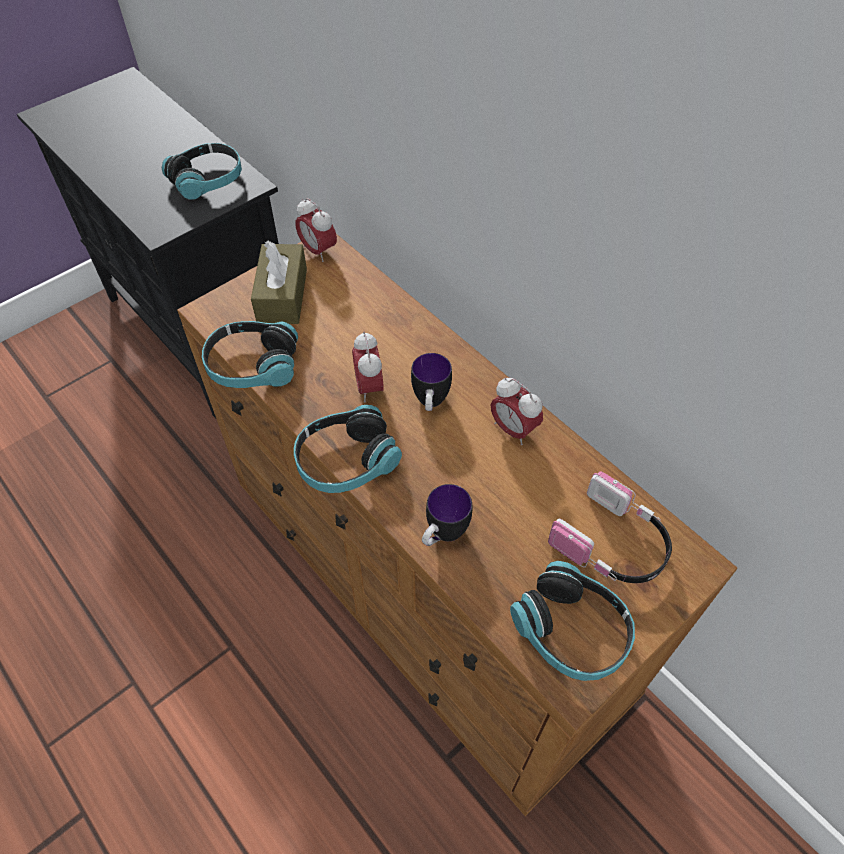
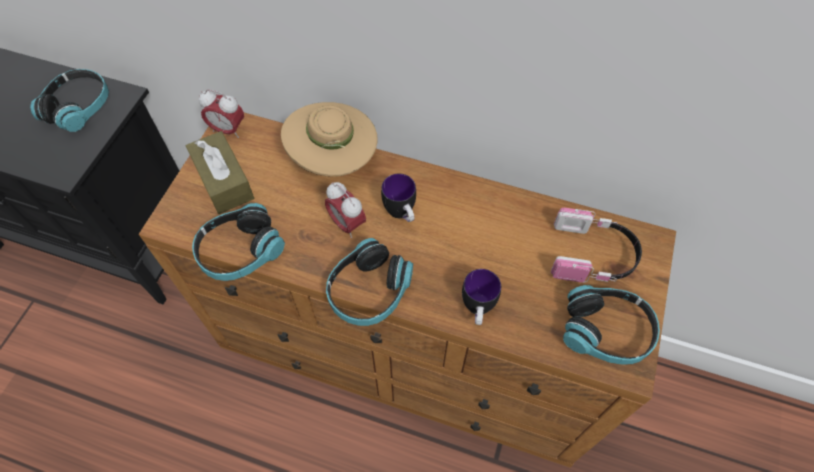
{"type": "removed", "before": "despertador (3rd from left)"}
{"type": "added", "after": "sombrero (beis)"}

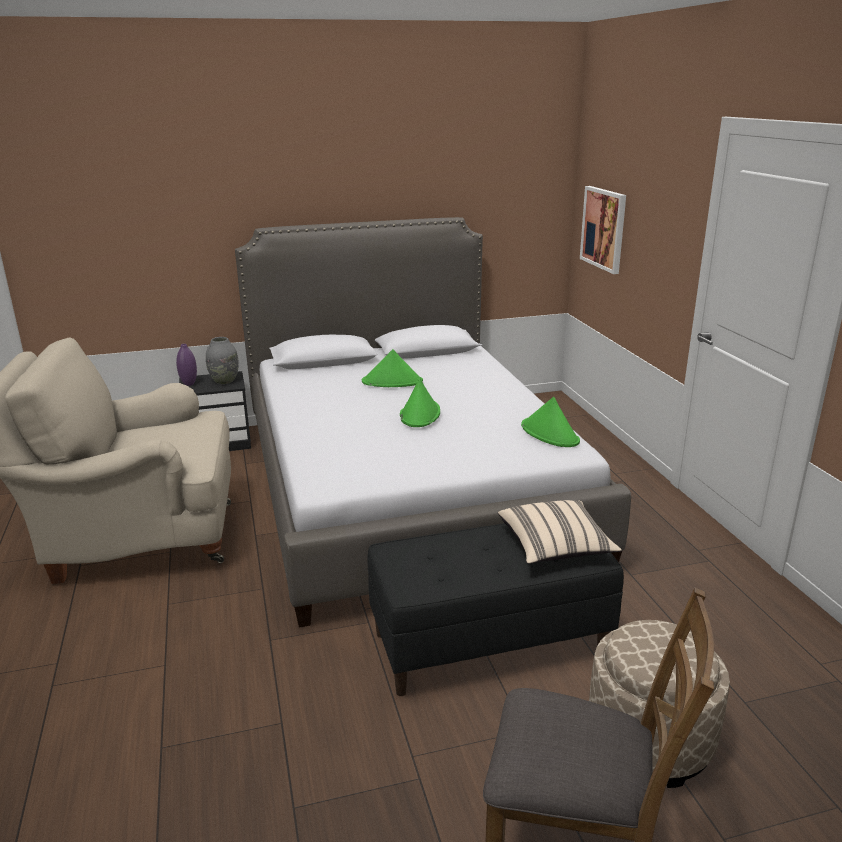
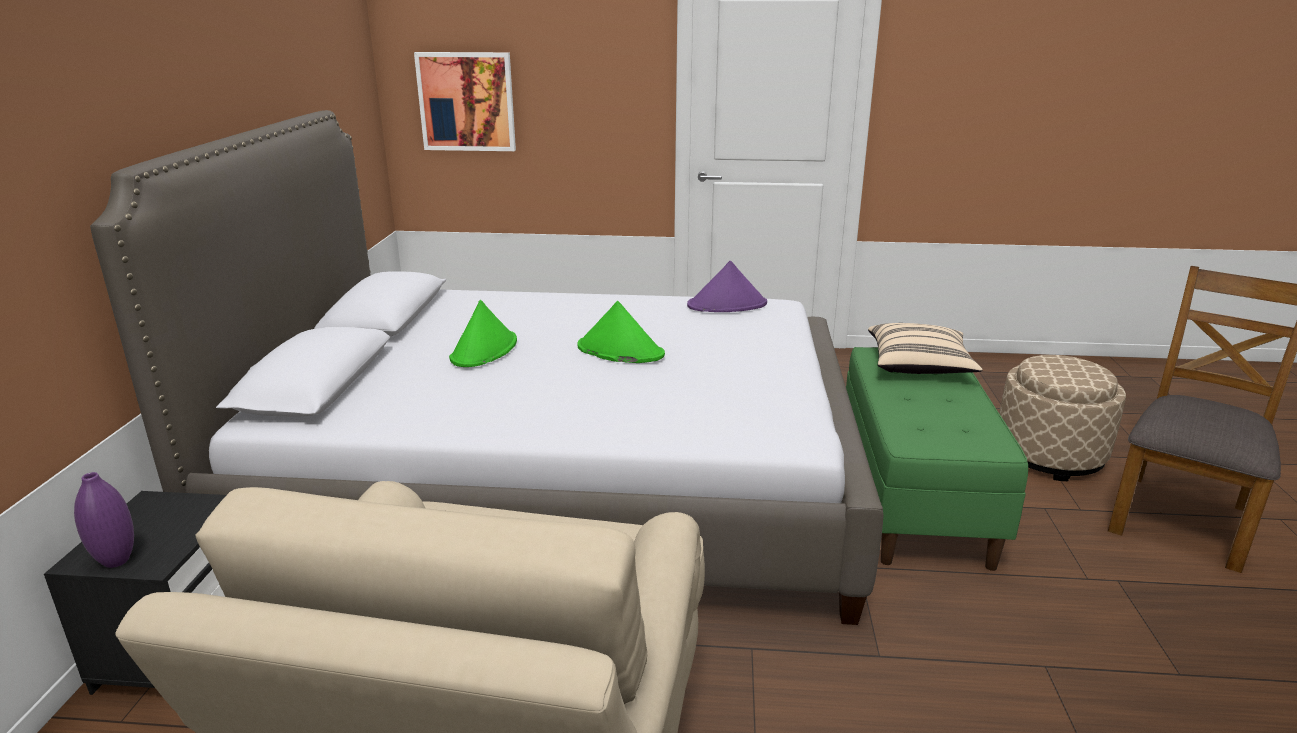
{"type": "removed", "before": "florero (gris)"}
{"type": "recoloured", "before": "sombrero (verde) (3rd from left)", "after": "sombrero (morado)"}
{"type": "recoloured", "before": "banco (negro)", "after": "banco (verde)"}

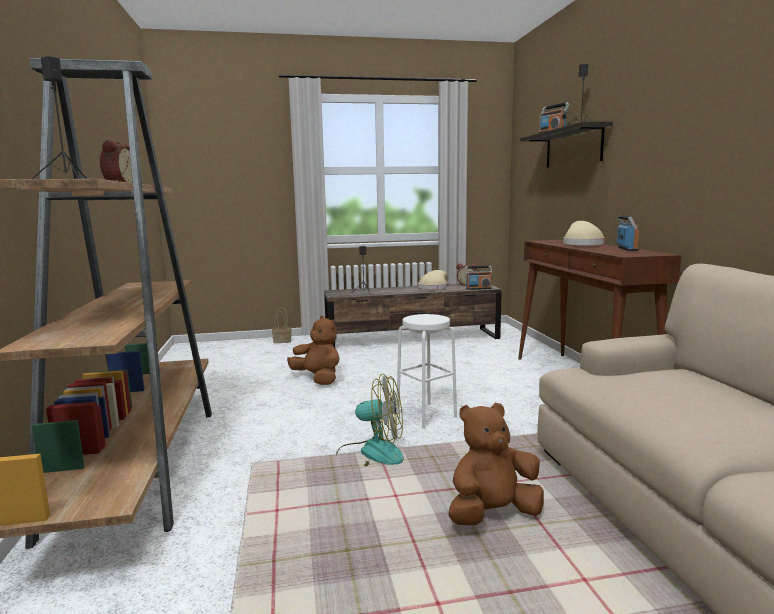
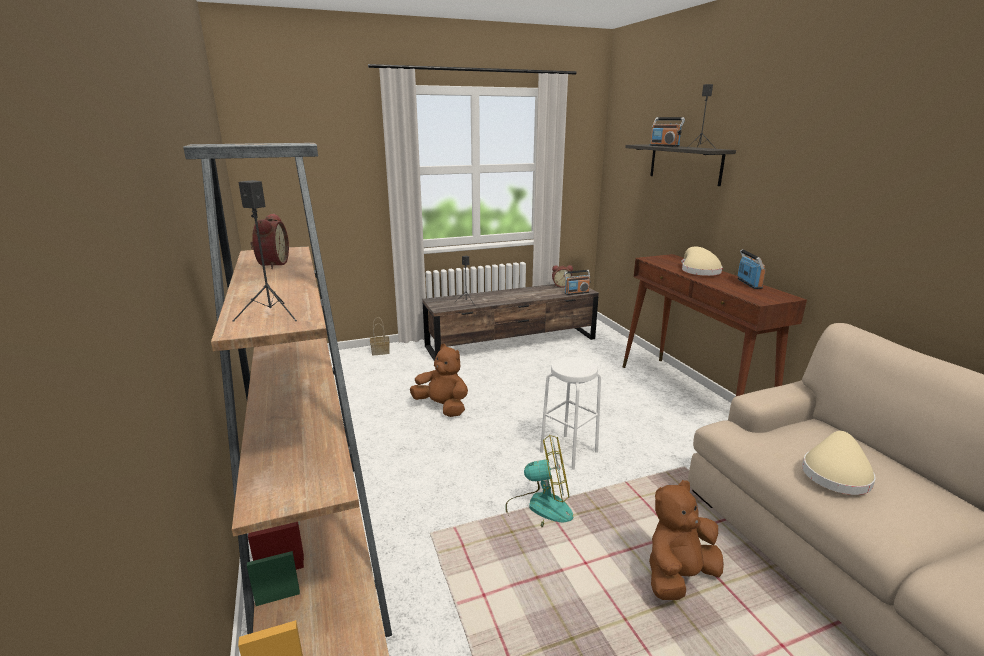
{"type": "moved", "before": "sombrero (beis) (1st from left in the first image)", "after": "sombrero (beis) (2nd from left)"}

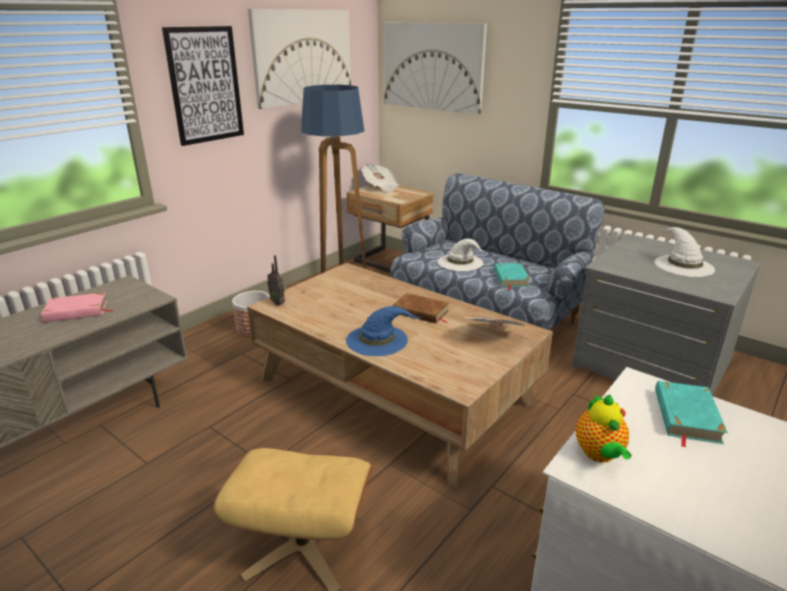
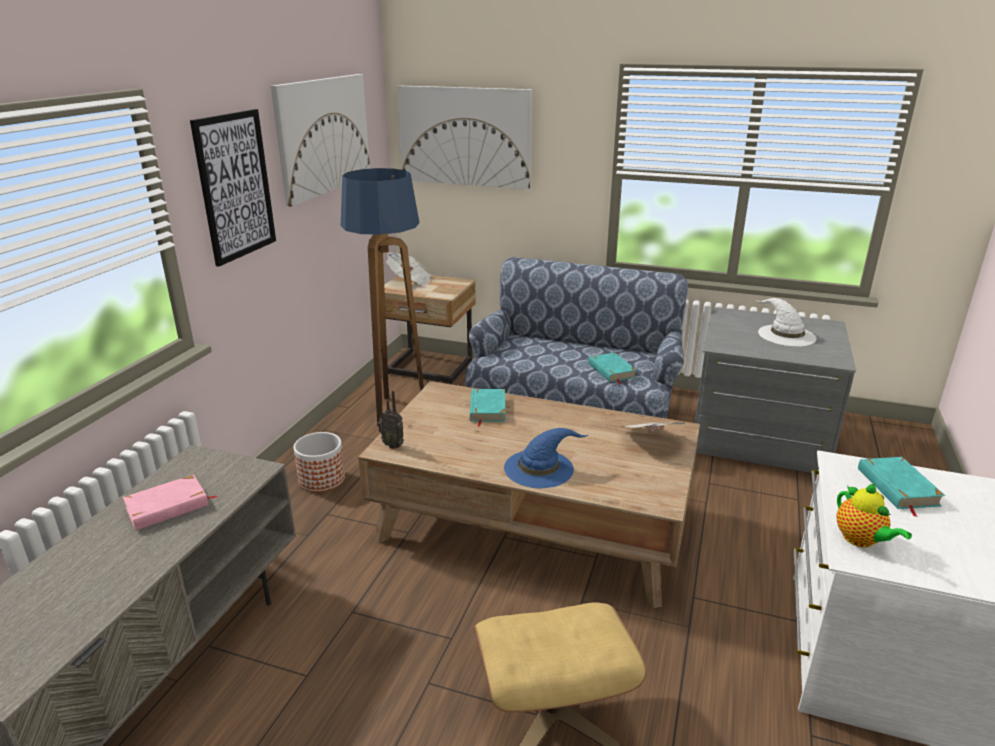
{"type": "removed", "before": "sombrero (blanco) (1st from left)"}
{"type": "removed", "before": "libro (marrón)"}
{"type": "added", "after": "libro (turquesa) (1st from left)"}

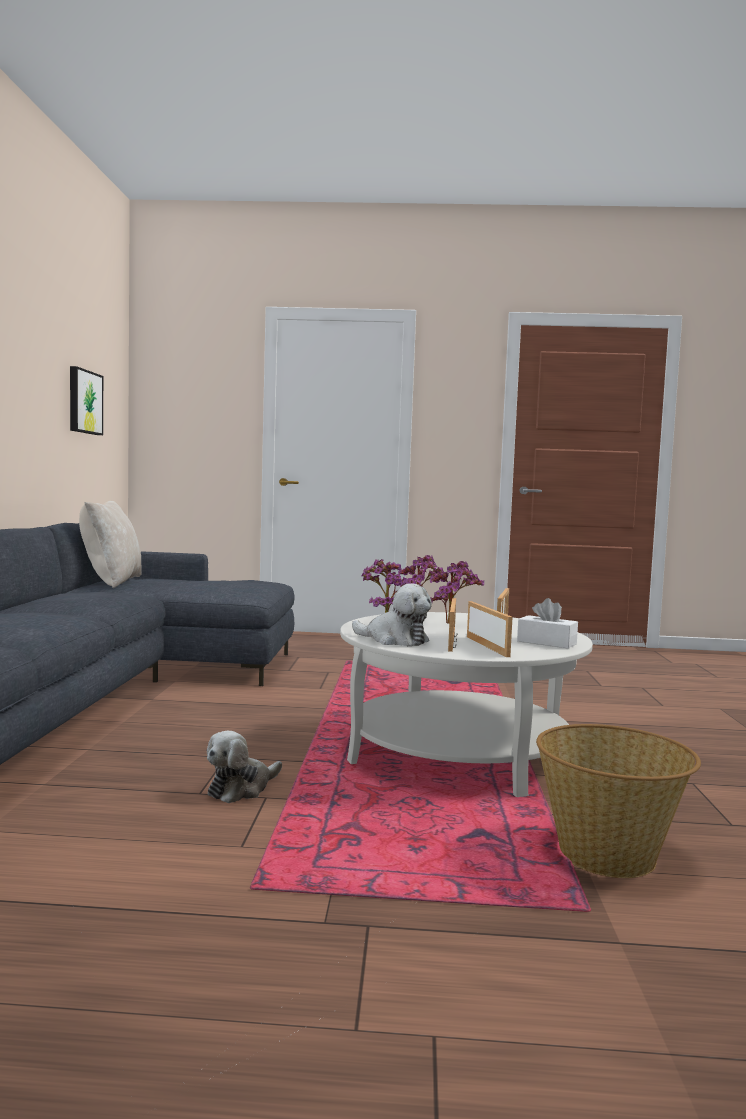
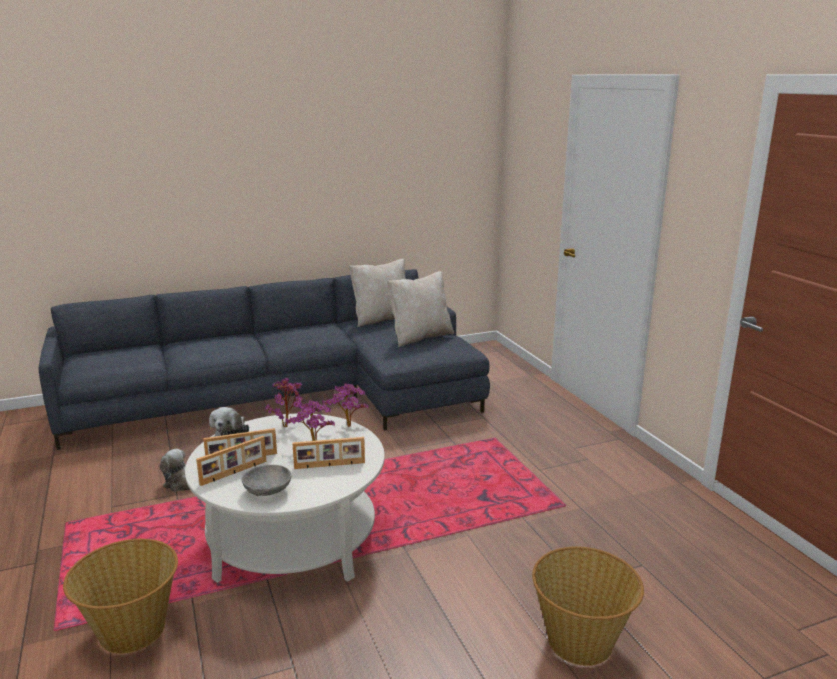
{"type": "removed", "before": "cuadro"}
{"type": "replaced", "before": "caja de pañuelos (blanco)", "after": "cuenco (gris)"}
{"type": "added", "after": "cojín (beis) (2nd from left)"}
{"type": "added", "after": "cesta (2nd from left)"}

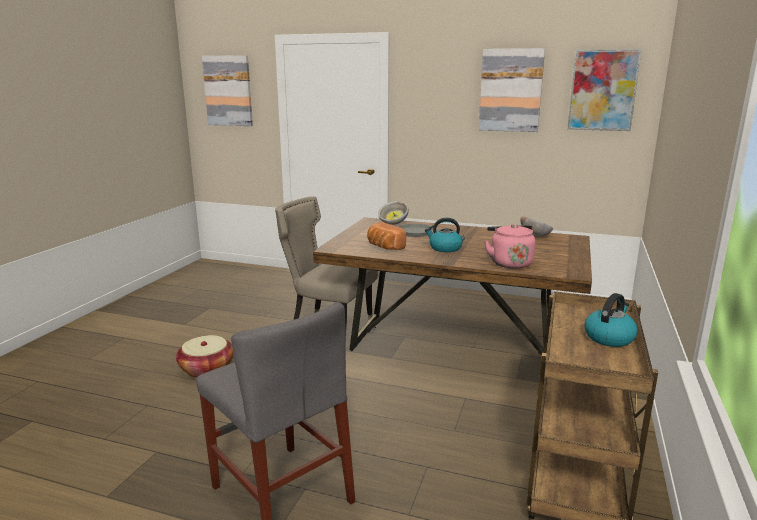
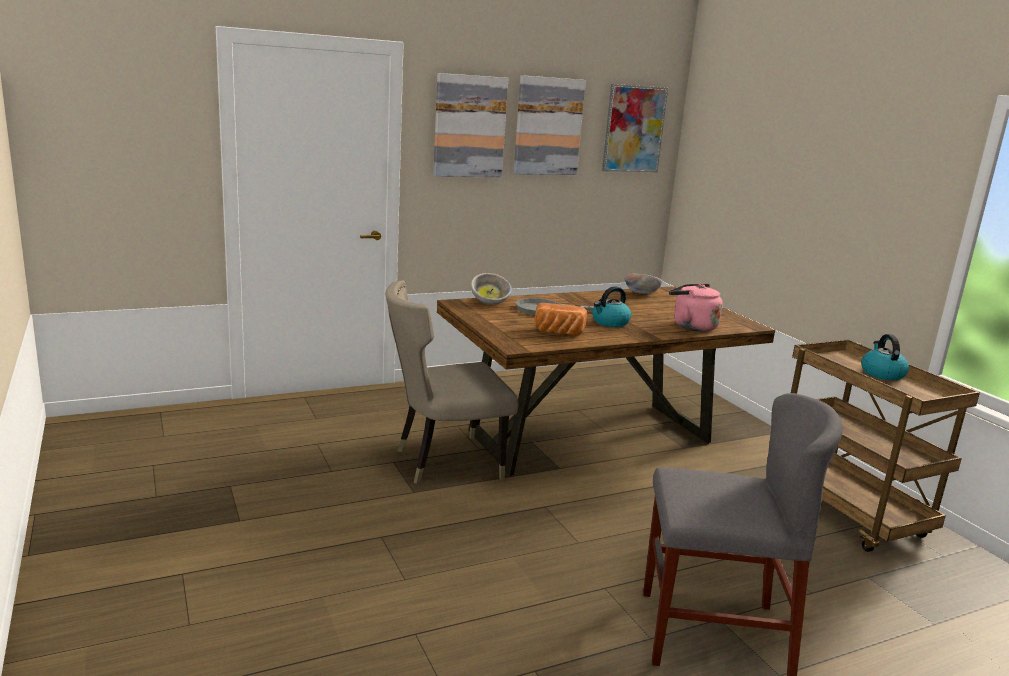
{"type": "moved", "before": "cuadro (1st from left)"}
{"type": "removed", "before": "cesta"}

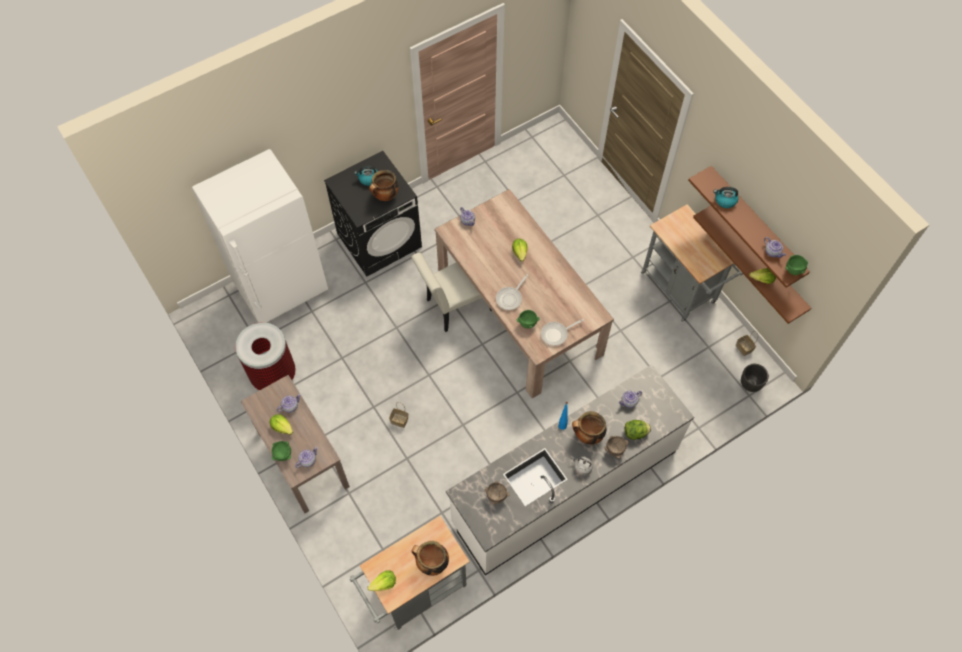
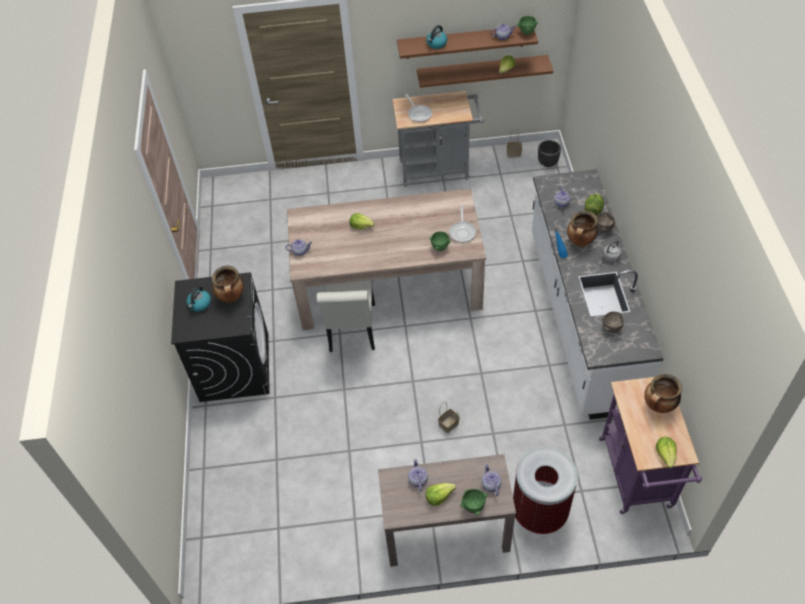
{"type": "removed", "before": "nevera (blanco)"}
{"type": "moved", "before": "sartén (1st from left)"}
{"type": "moved", "before": "papelera"}
{"type": "recoloured", "before": "carrito (gris) (1st from left)", "after": "carrito (morado)"}

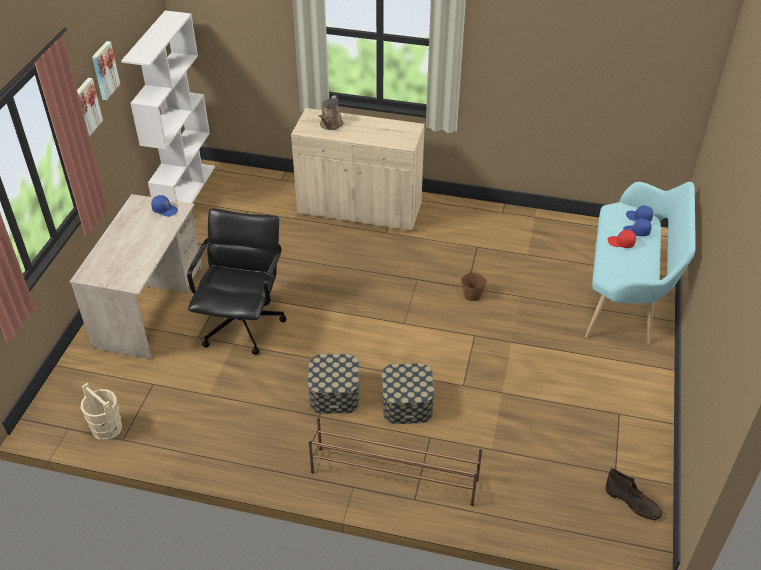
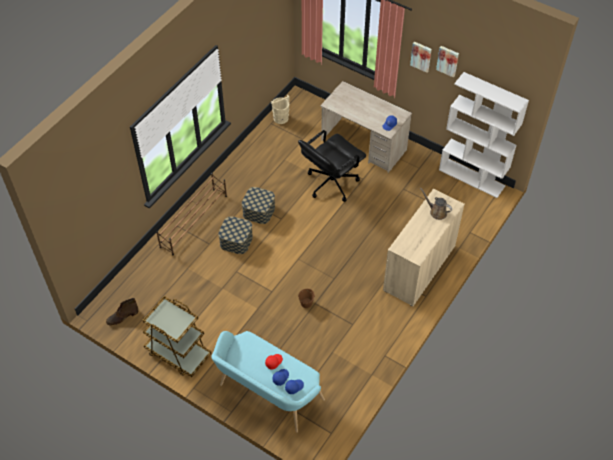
{"type": "turned", "before": "silla de oficina (negro)", "turn": 105}
{"type": "added", "after": "carrito (marrón)"}

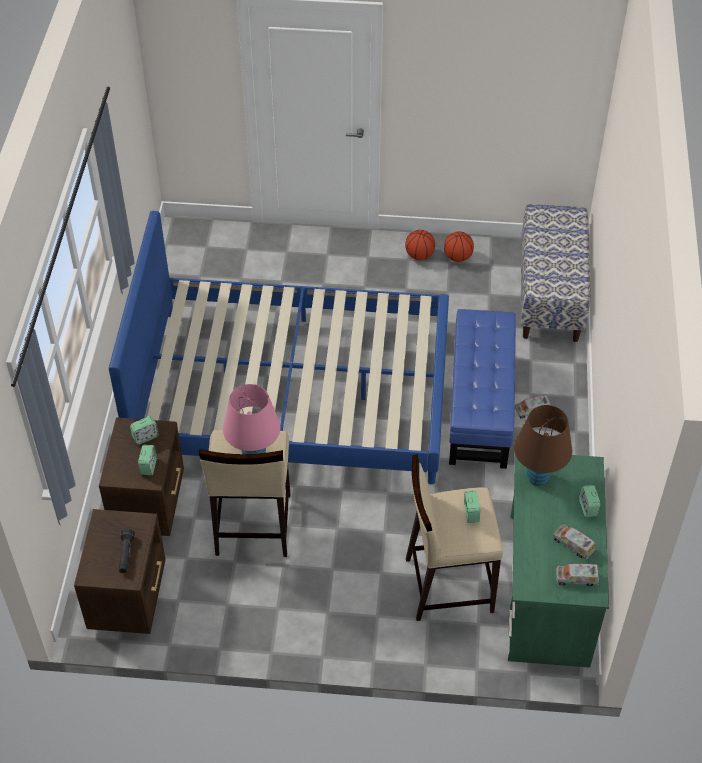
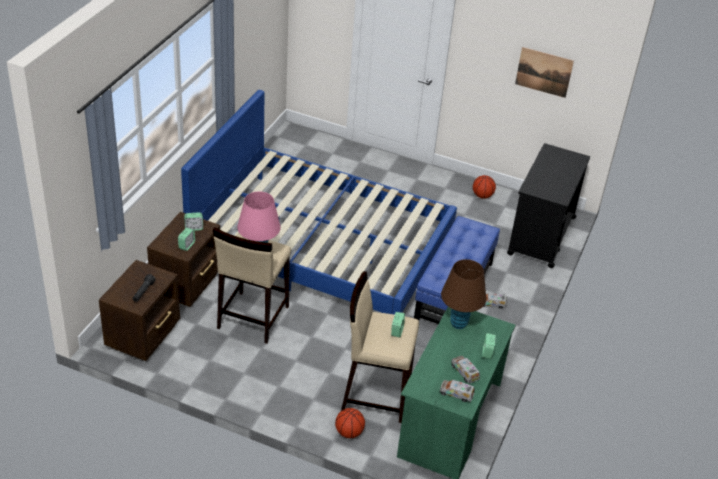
{"type": "replaced", "before": "banco", "after": "carrito (negro)"}
{"type": "moved", "before": "balón de baloncesto (1st from left)"}
{"type": "added", "after": "cuadro"}

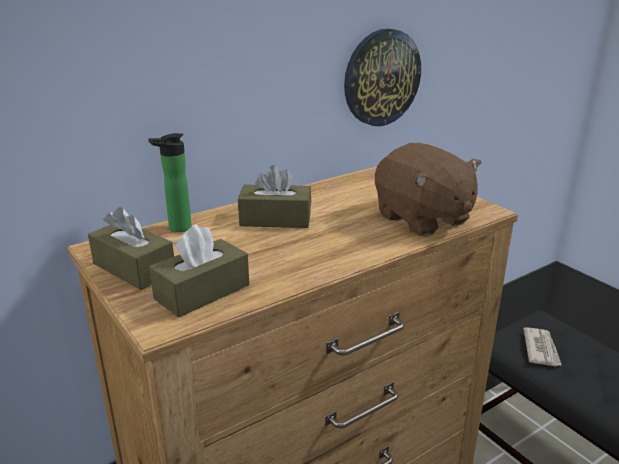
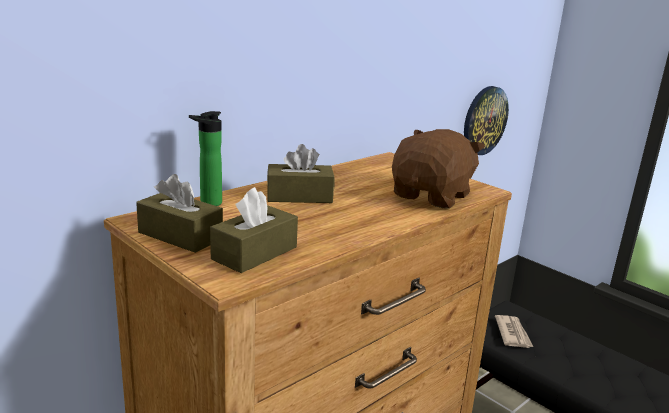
{"type": "moved", "before": "reloj de pared"}
{"type": "turned", "before": "peluche (marrón)", "turn": -105}

